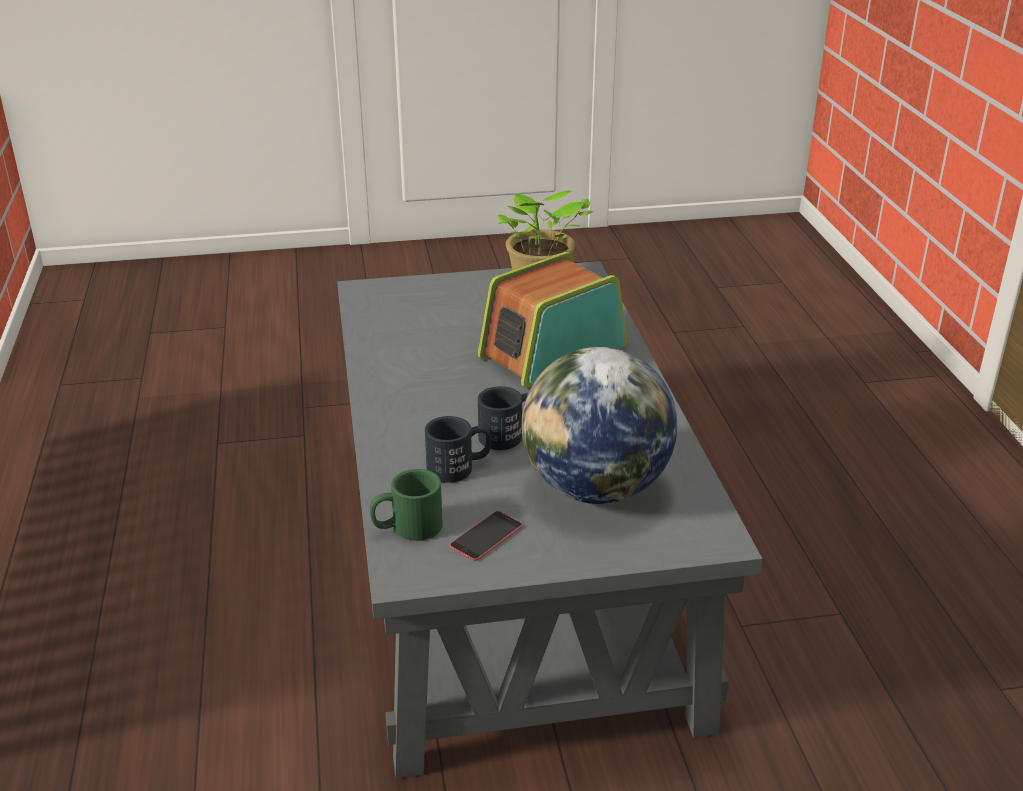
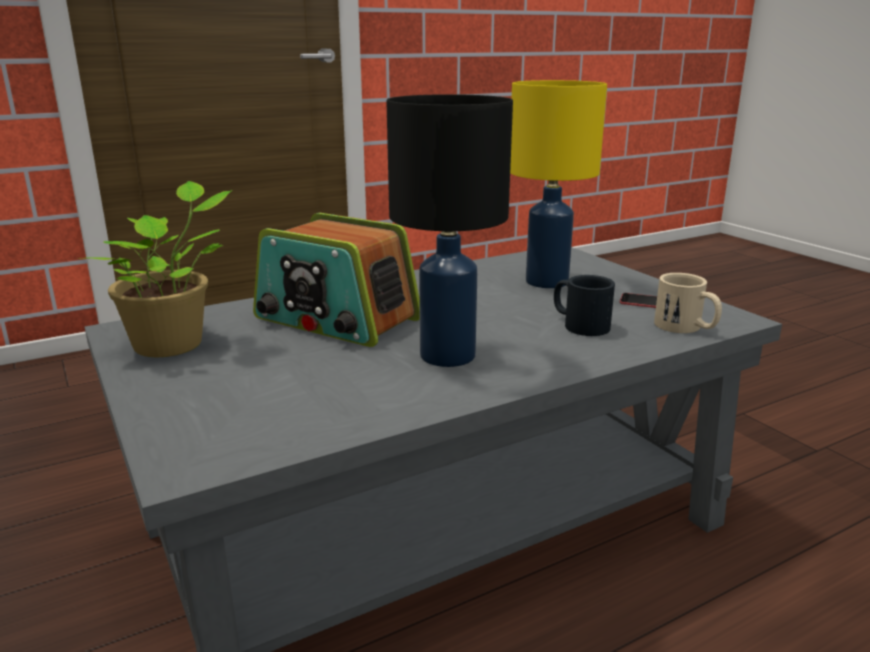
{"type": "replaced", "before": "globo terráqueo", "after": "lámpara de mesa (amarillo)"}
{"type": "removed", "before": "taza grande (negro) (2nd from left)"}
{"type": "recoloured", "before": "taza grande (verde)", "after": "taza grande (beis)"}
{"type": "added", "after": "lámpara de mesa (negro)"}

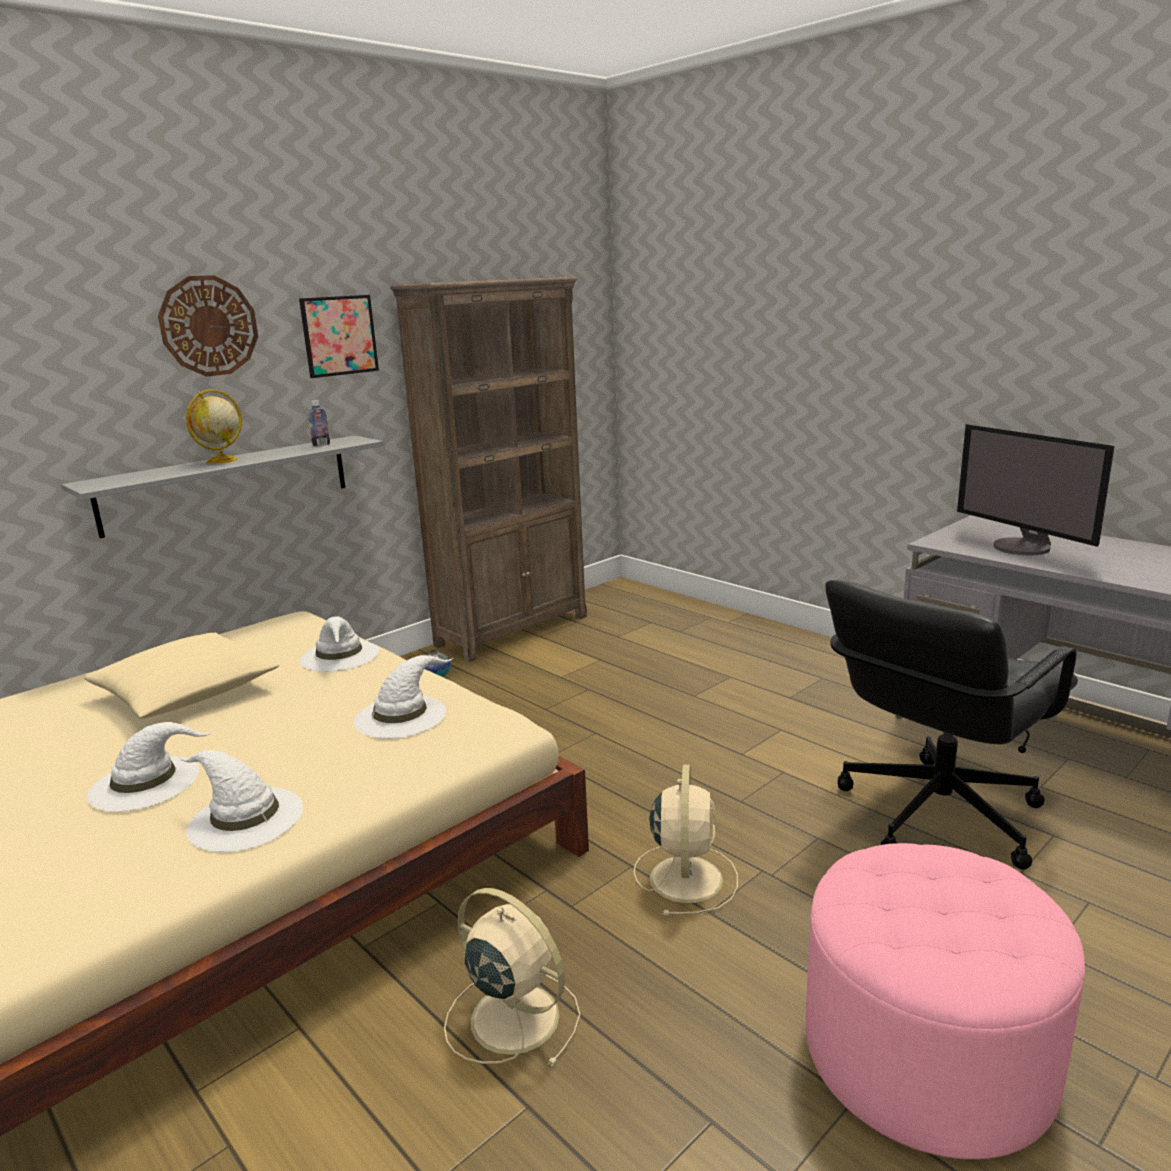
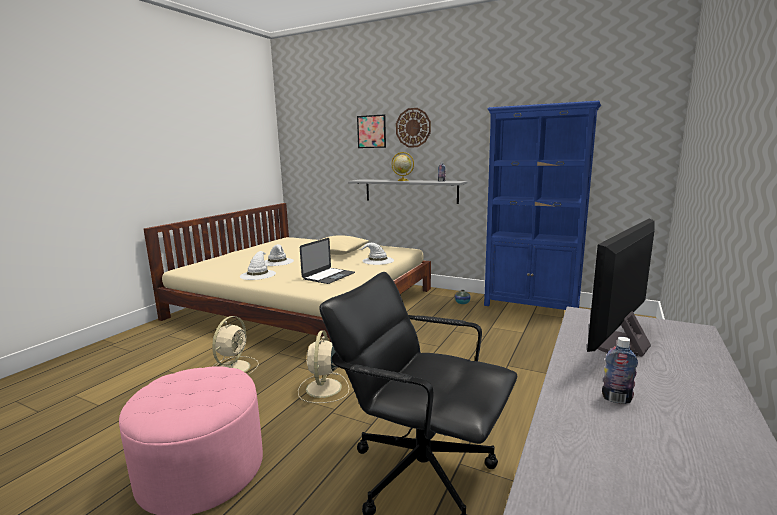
{"type": "recoloured", "before": "estantería (marrón)", "after": "estantería (azul)"}
{"type": "moved", "before": "cuadro"}
{"type": "replaced", "before": "sombrero (blanco) (4th from left)", "after": "portátil"}
{"type": "turned", "before": "ventilador (beis) (2nd from left)", "turn": 105}
{"type": "added", "after": "botella (2nd from left)"}

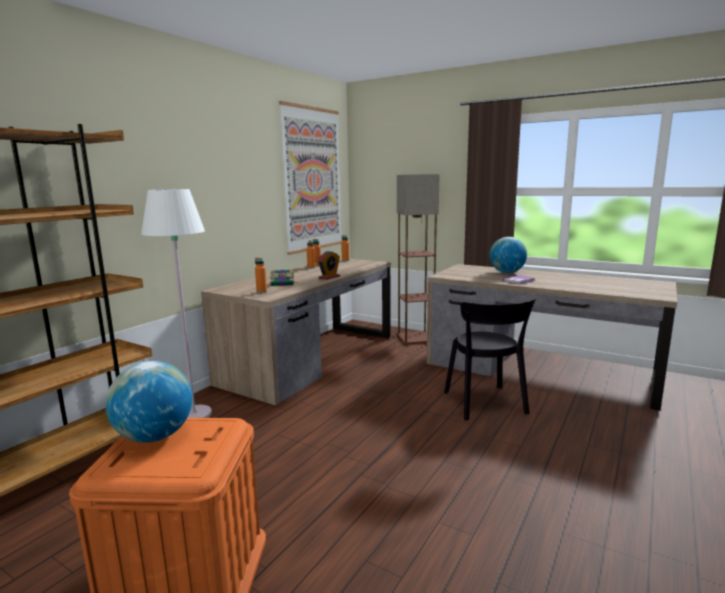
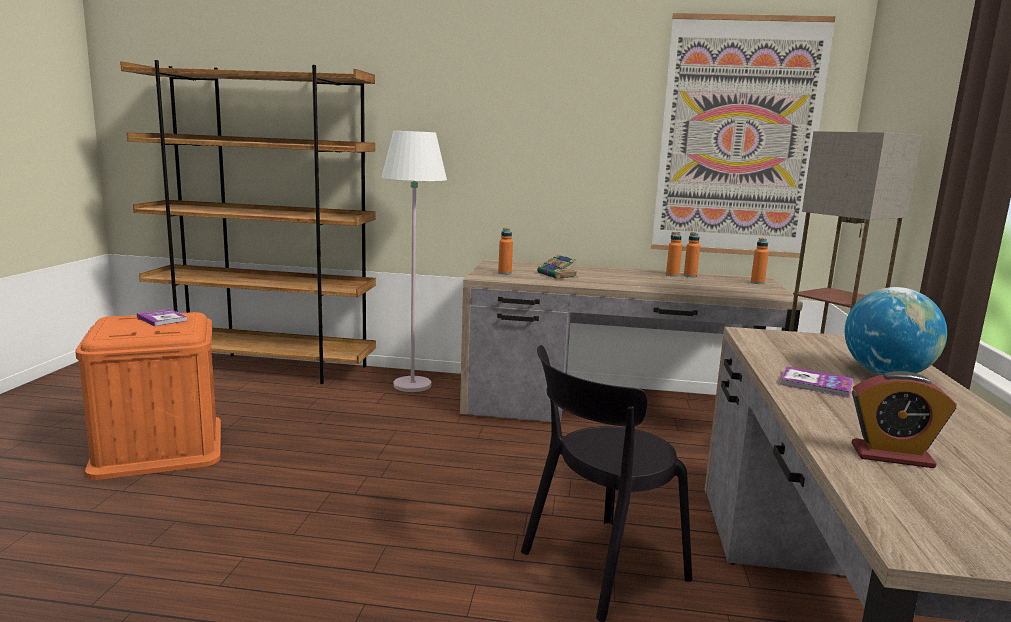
{"type": "moved", "before": "despertador"}
{"type": "replaced", "before": "globo terráqueo (1st from left)", "after": "libro (1st from left)"}

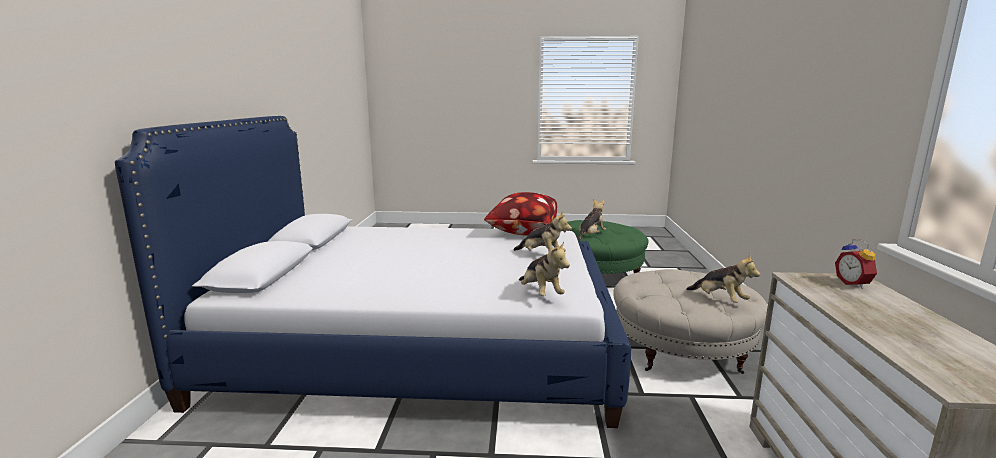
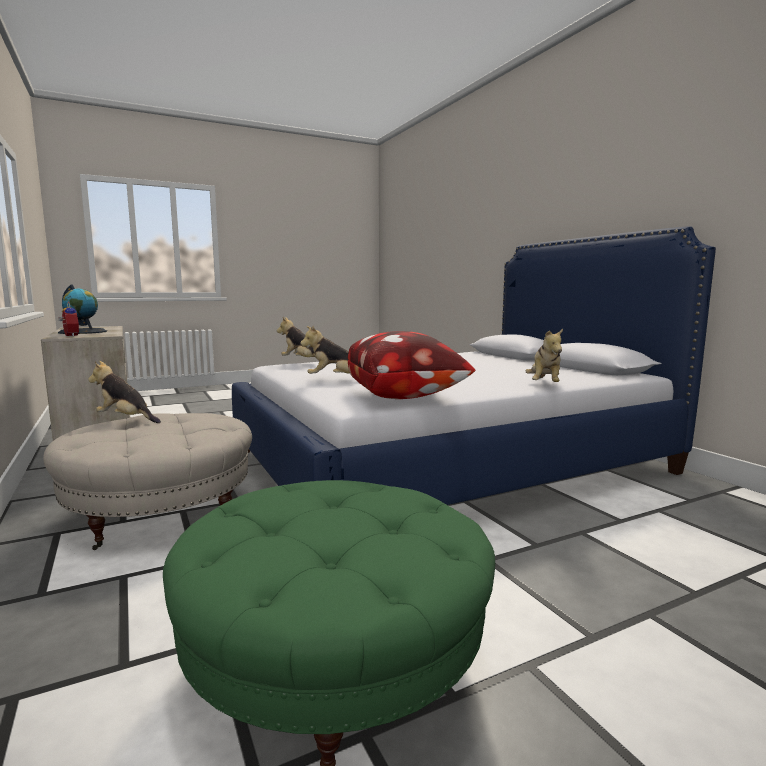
{"type": "moved", "before": "peluche (3rd from left in the first image)", "after": "peluche (4th from left)"}
{"type": "added", "after": "globo terráqueo"}

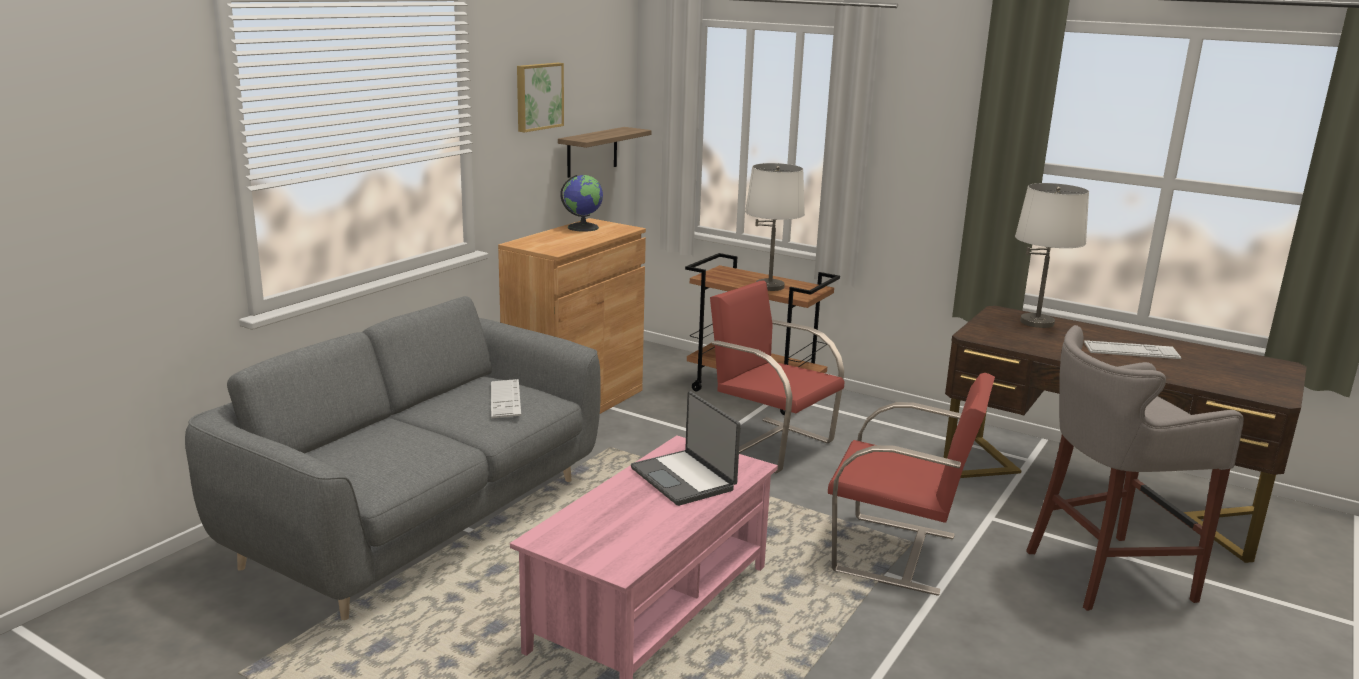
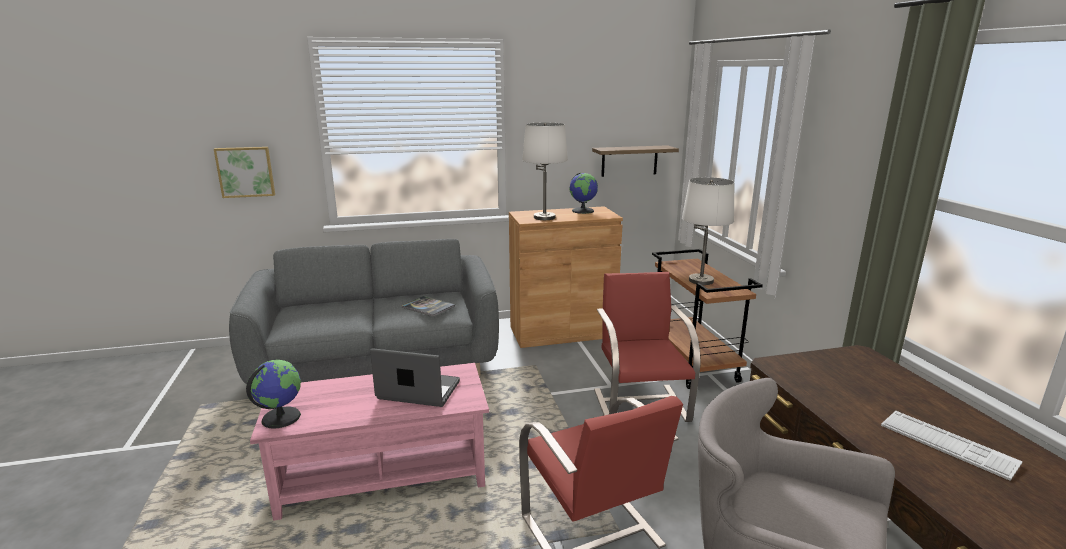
{"type": "moved", "before": "cuadro"}
{"type": "moved", "before": "lámpara de mesa (blanco) (2nd from left in the first image)", "after": "lámpara de mesa (blanco) (1st from left)"}
{"type": "replaced", "before": "teclado (1st from left)", "after": "libro"}
{"type": "turned", "before": "portátil", "turn": 90}
{"type": "added", "after": "globo terráqueo (1st from left)"}

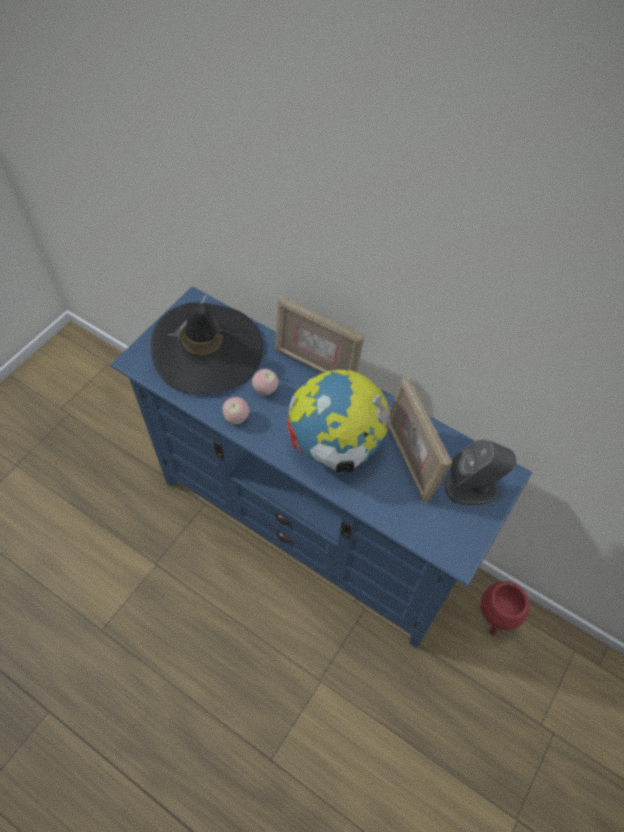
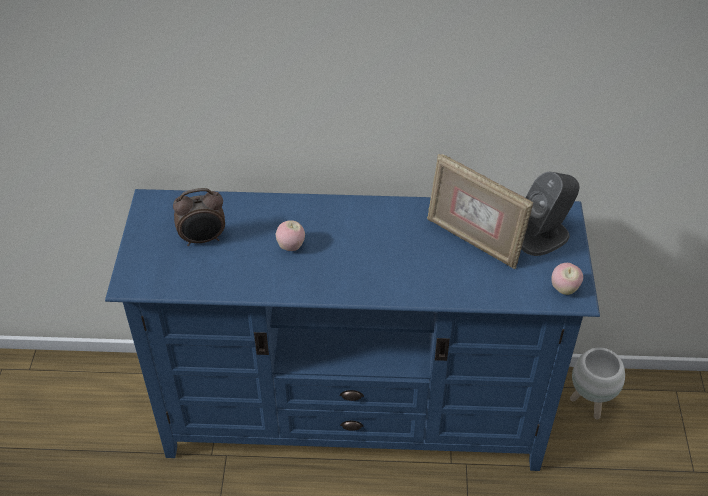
{"type": "replaced", "before": "sombrero (negro)", "after": "despertador"}
{"type": "removed", "before": "portarretratos (1st from left)"}
{"type": "removed", "before": "globo terráqueo"}
{"type": "moved", "before": "manzana (1st from left in the first image)", "after": "manzana (2nd from left)"}
{"type": "recoloured", "before": "maceta (rojo)", "after": "maceta (blanco)"}

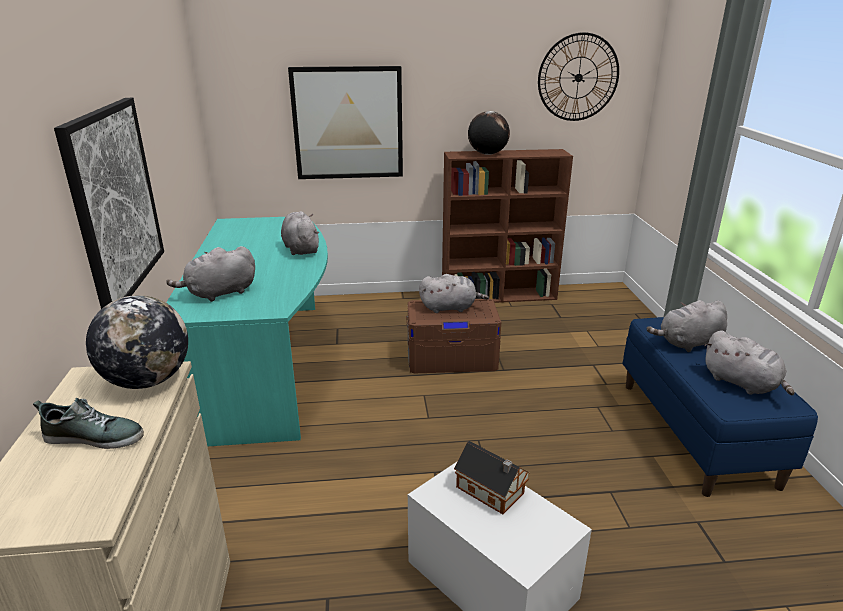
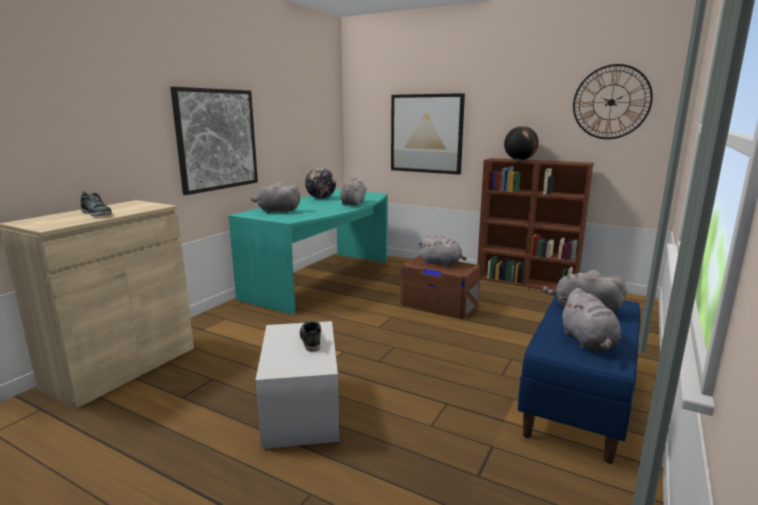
{"type": "moved", "before": "globo terráqueo (1st from left)"}
{"type": "replaced", "before": "casita", "after": "zapato (2nd from left)"}

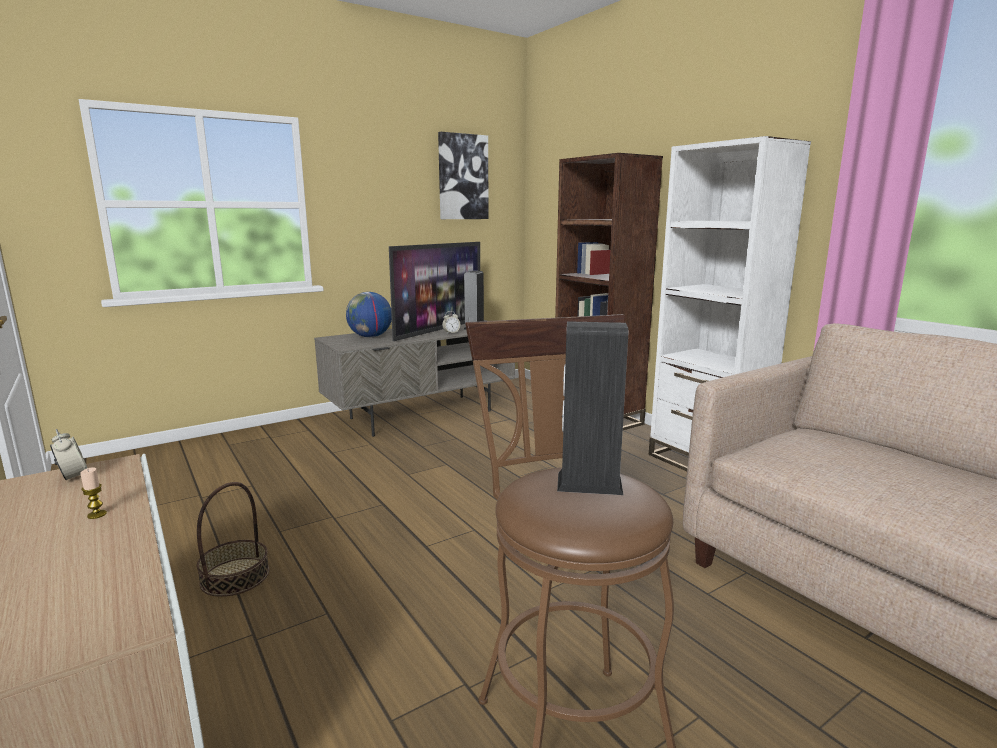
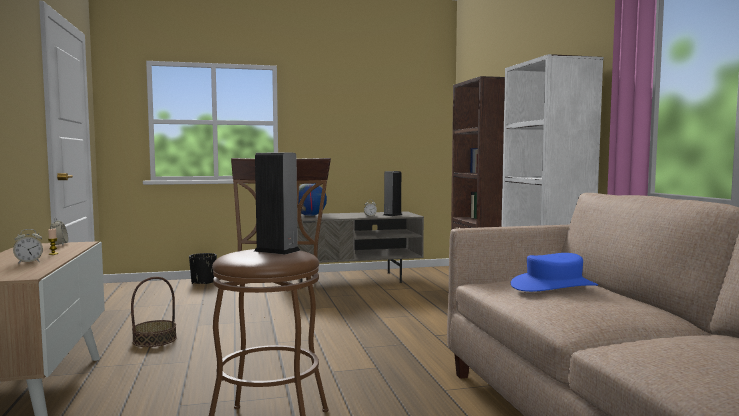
{"type": "removed", "before": "cuadro"}
{"type": "removed", "before": "televisor"}
{"type": "added", "after": "despertador (1st from left)"}
{"type": "added", "after": "maceta (negro)"}
{"type": "added", "after": "sombrero (azul)"}

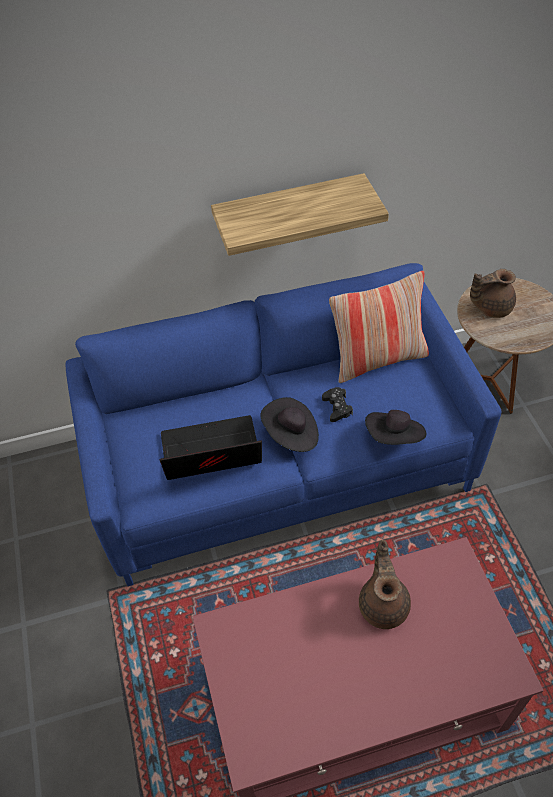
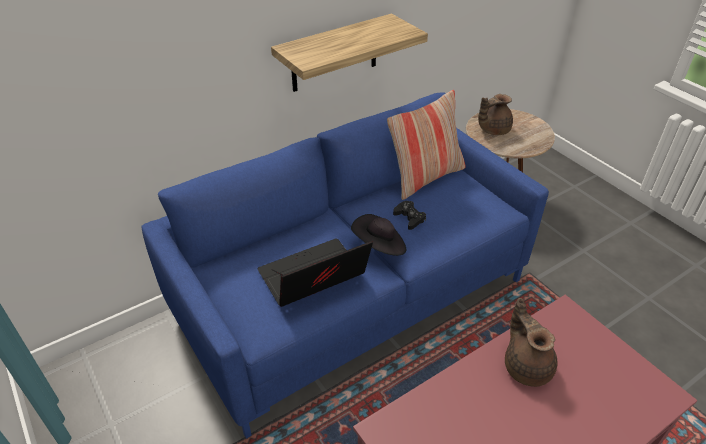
{"type": "removed", "before": "sombrero (negro) (2nd from left)"}

